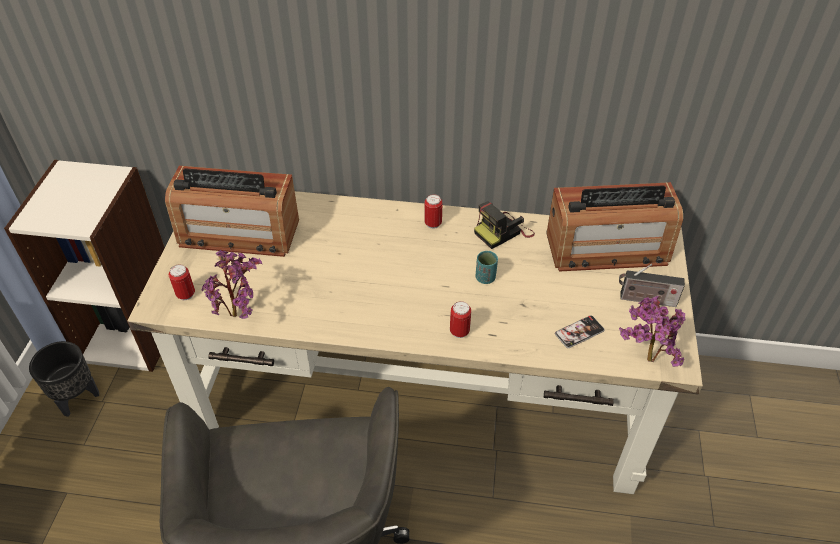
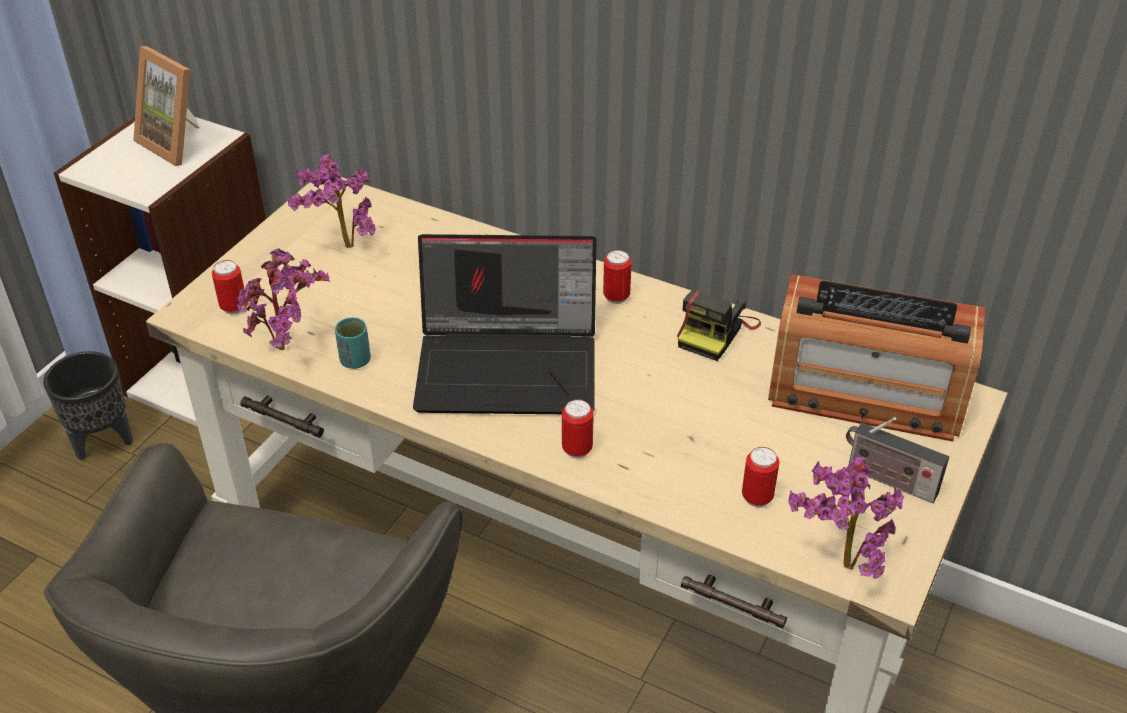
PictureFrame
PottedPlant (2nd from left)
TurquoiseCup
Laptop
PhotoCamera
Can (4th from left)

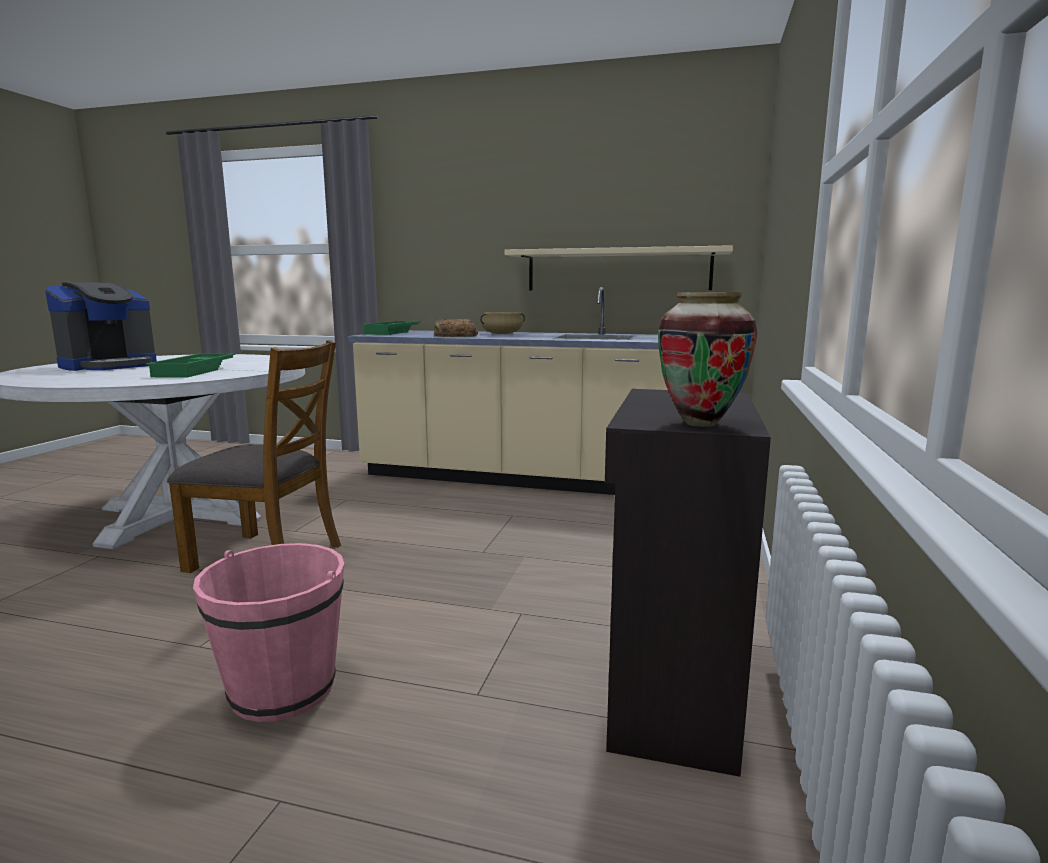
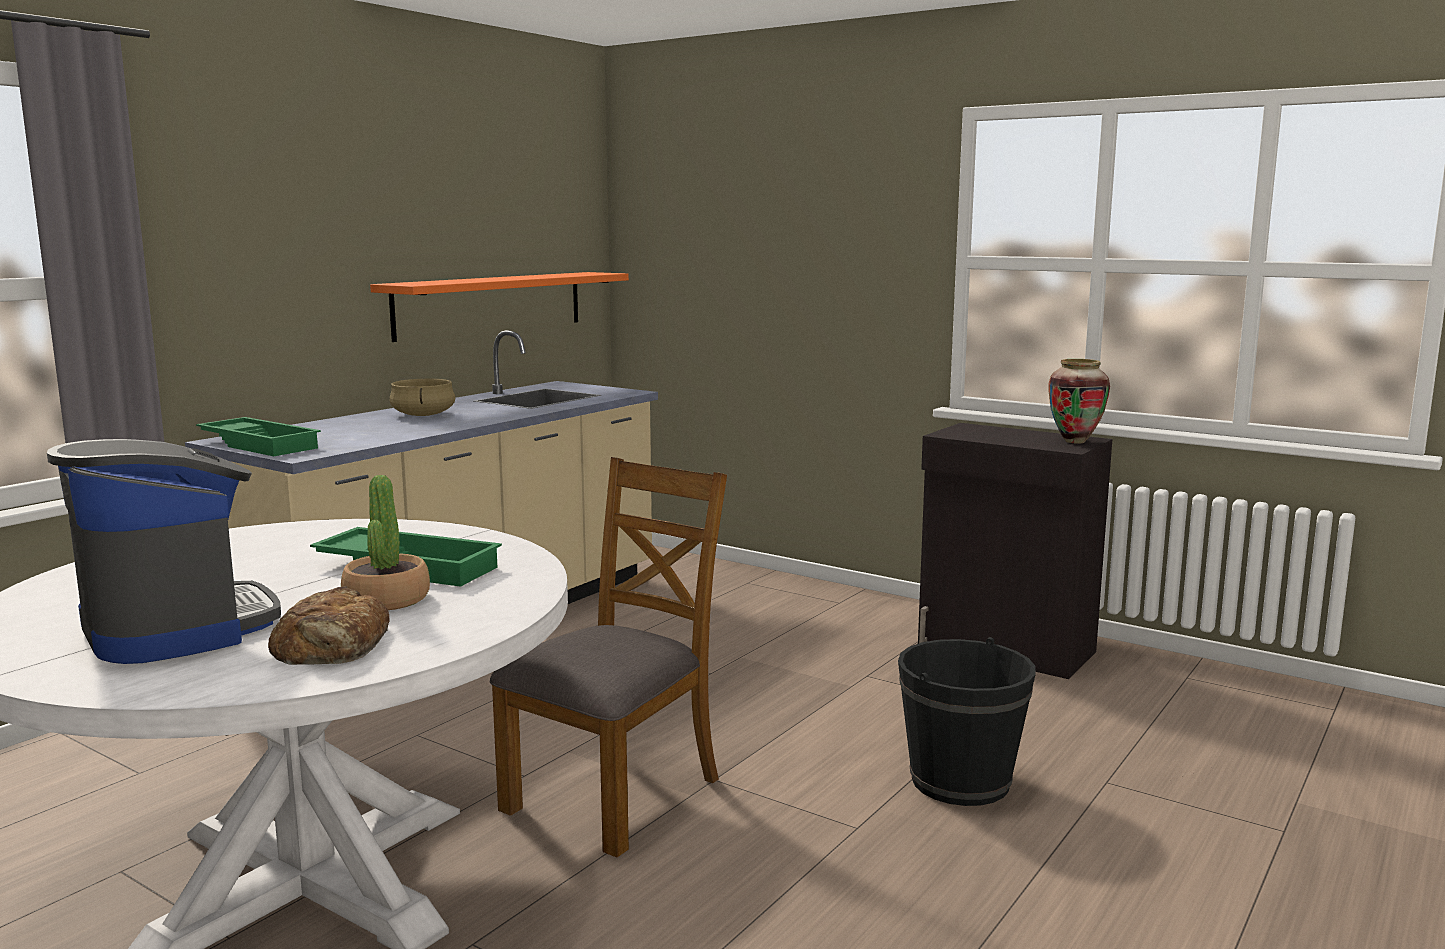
Bread
PottedPlant
OrangeShelf
BlackBucket

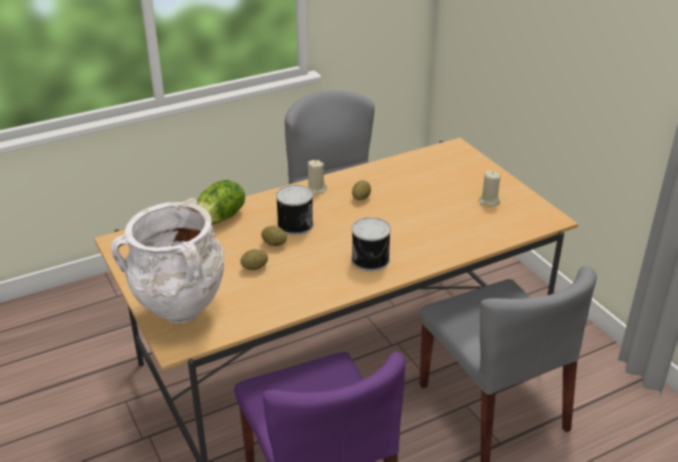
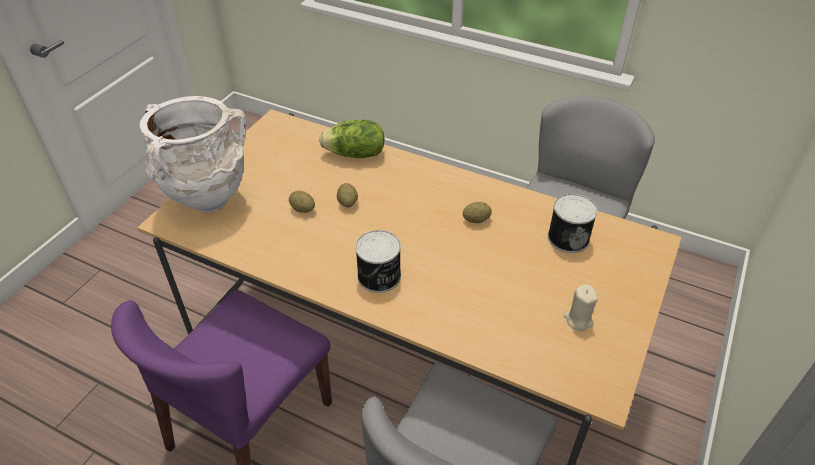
Can (2nd from left)
BeigeCandle (1st from left in the first image)

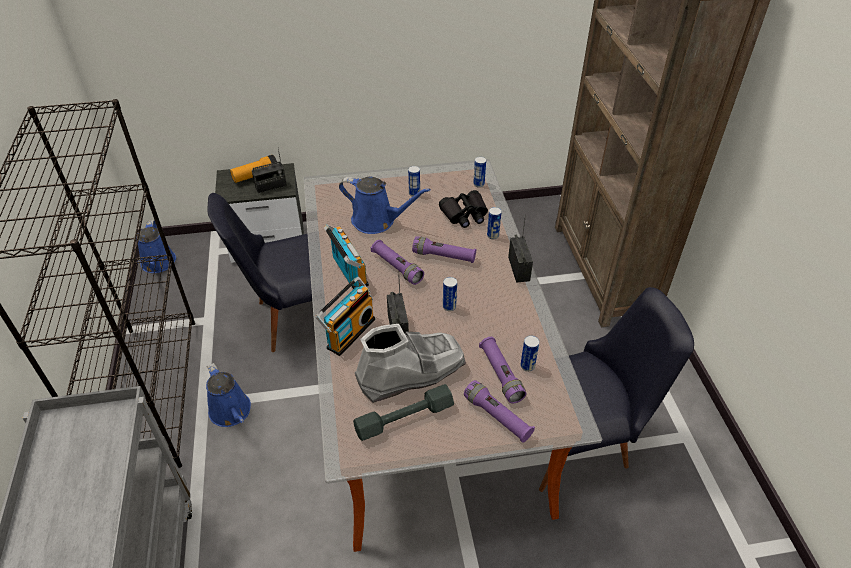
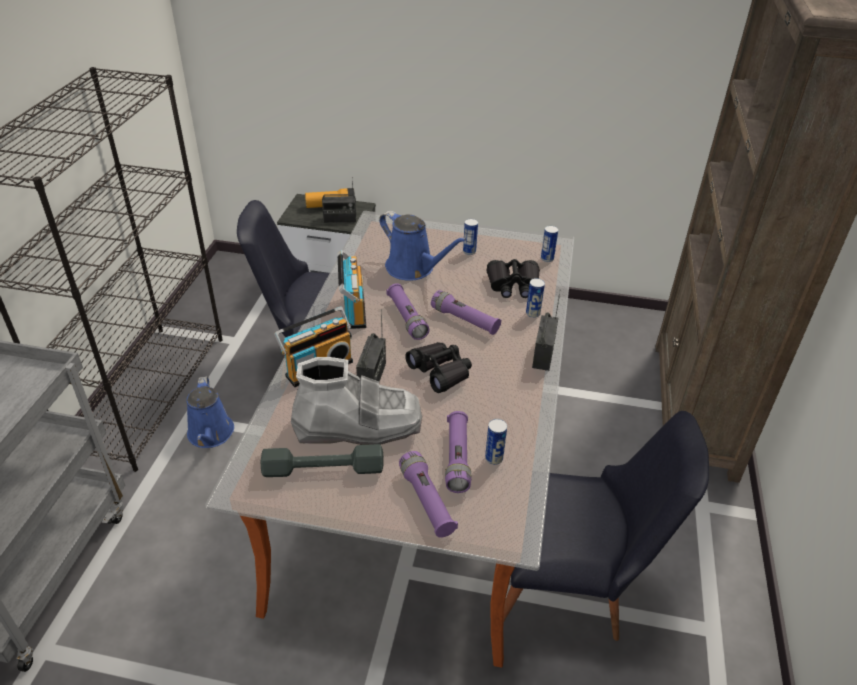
BlackBinoculars (1st from left)
BlueWateringCan (1st from left in the first image)

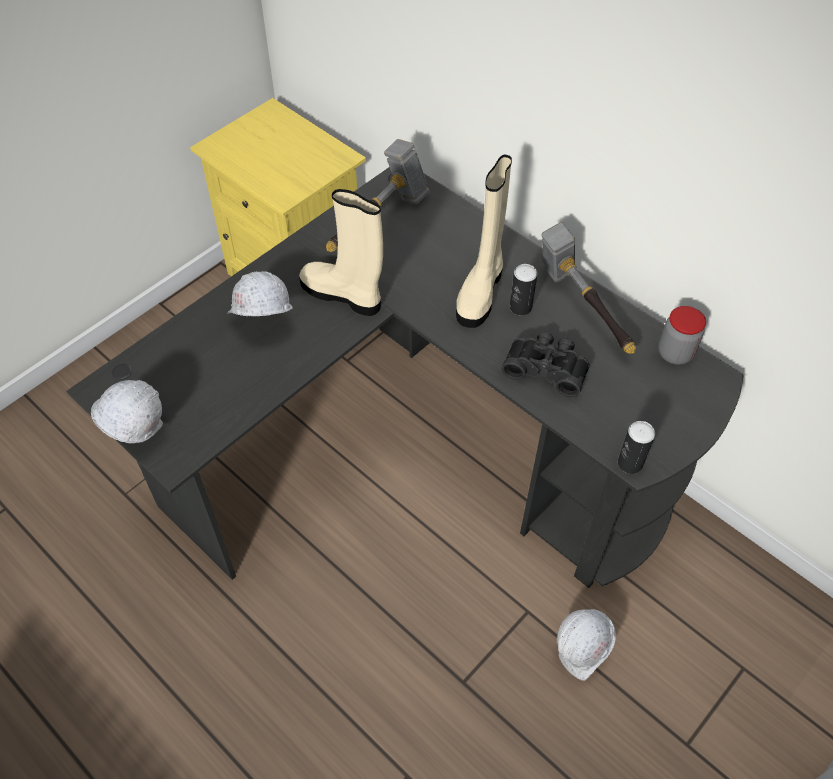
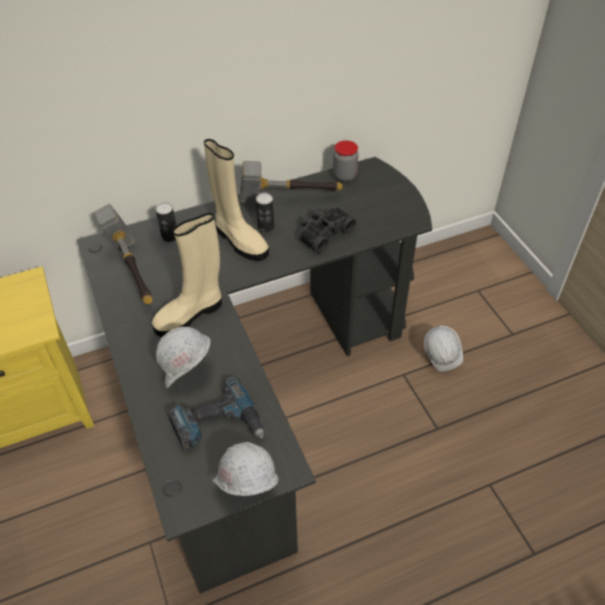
Can (1st from left)
PowerDrill

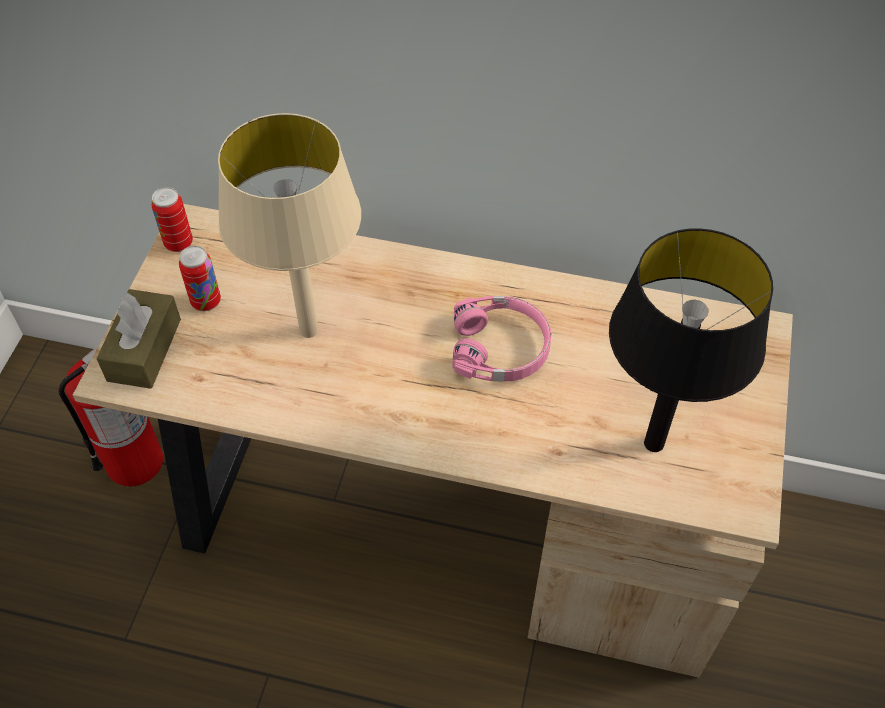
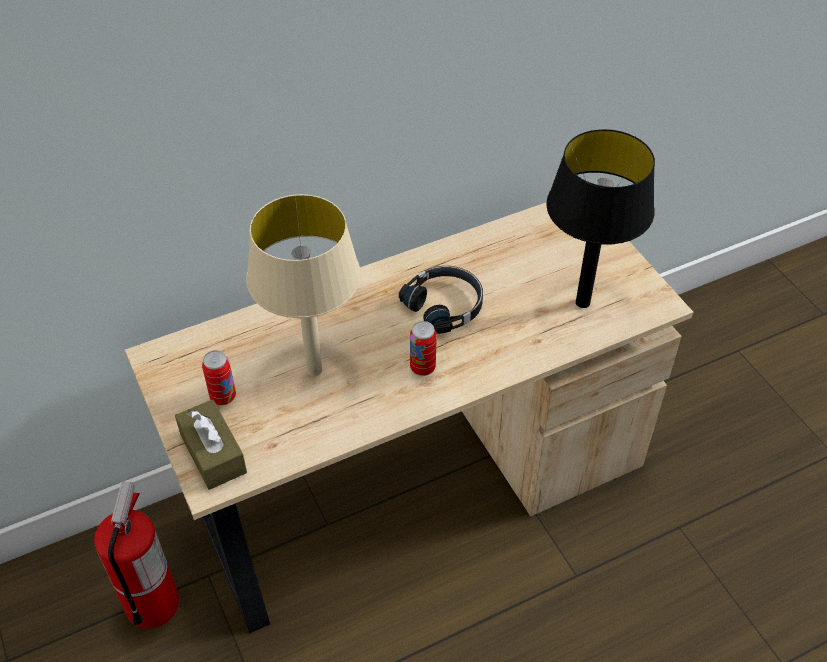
BlackHeadphones
Can (2nd from left)

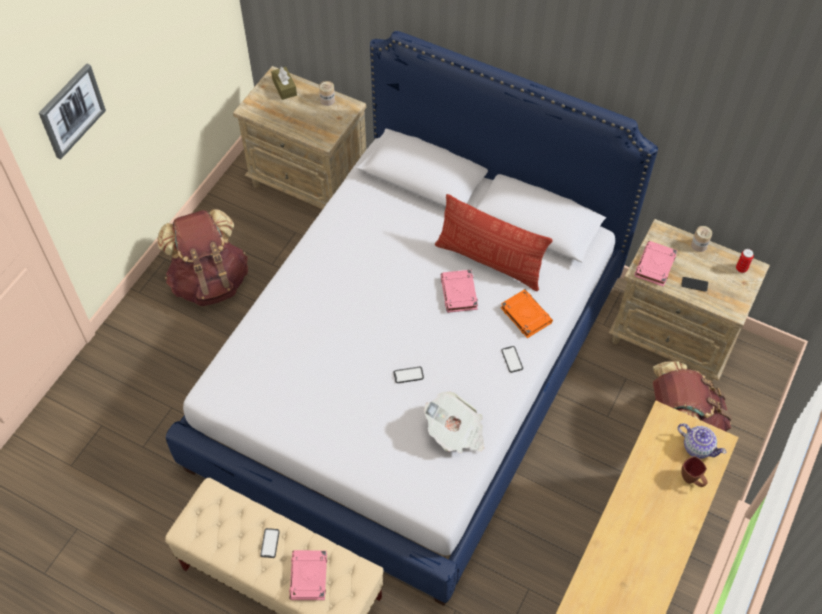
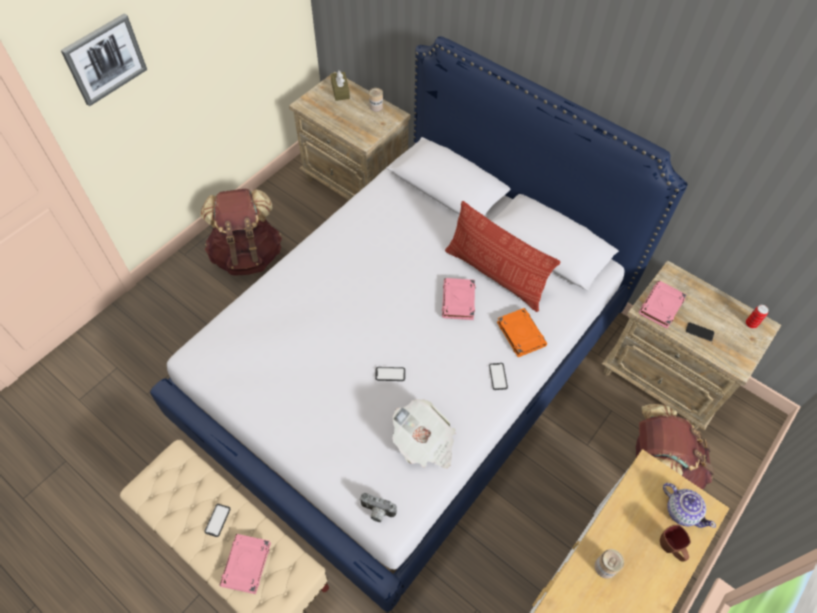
PhotoCamera
Can (2nd from left)

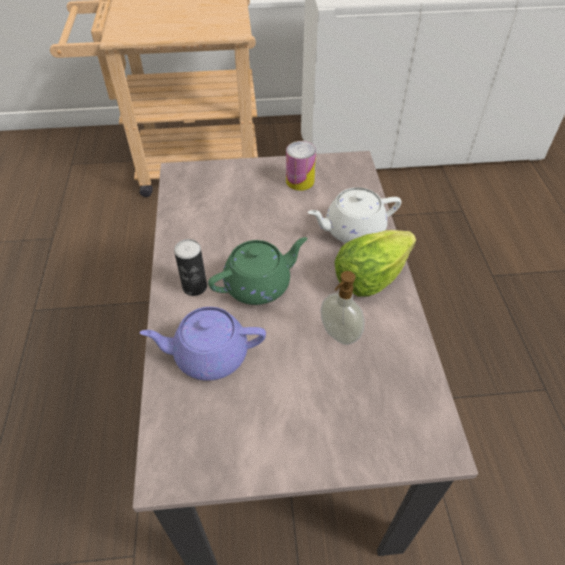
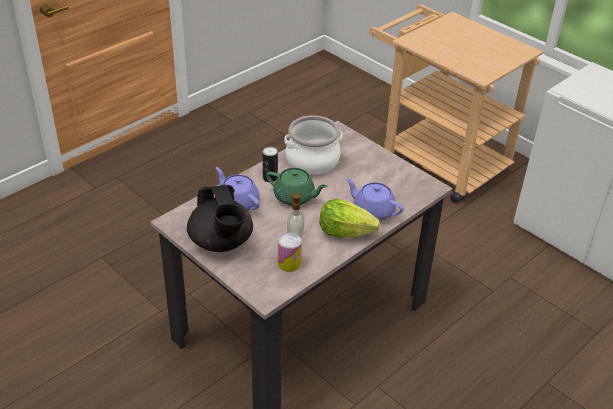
BlackTeapot
Can (2nd from left)
CookingPot
PurpleTeapot (2nd from left)

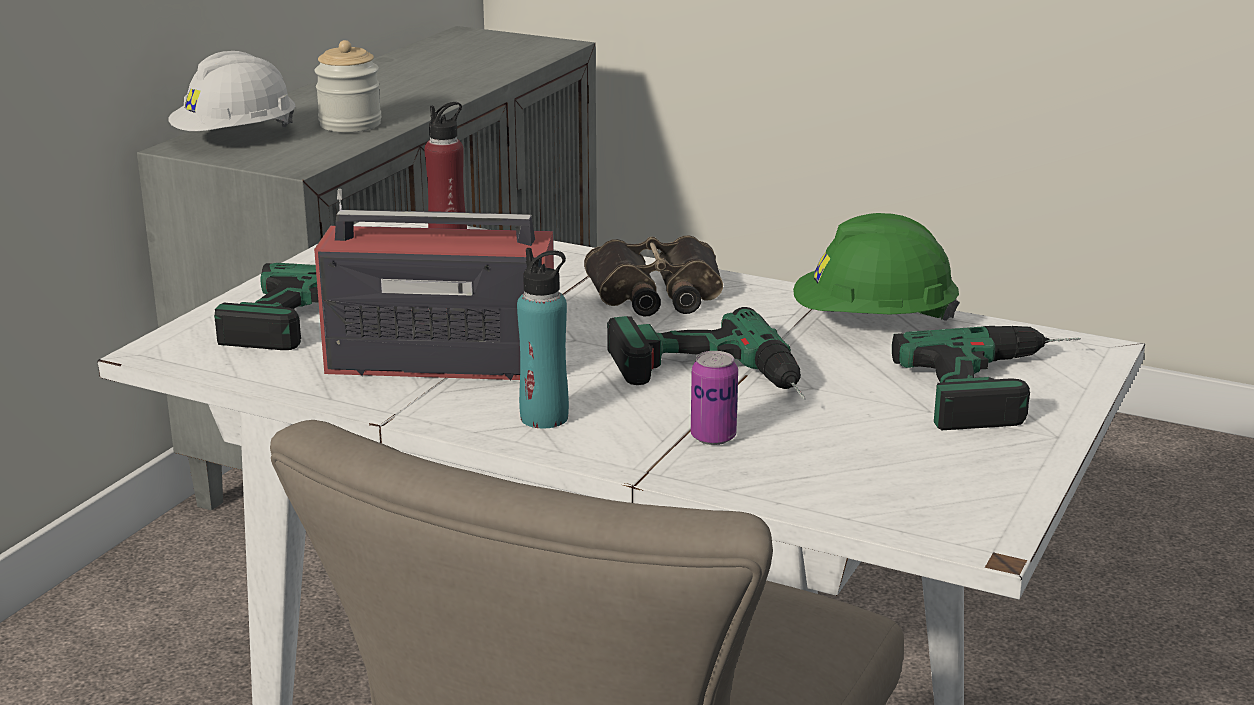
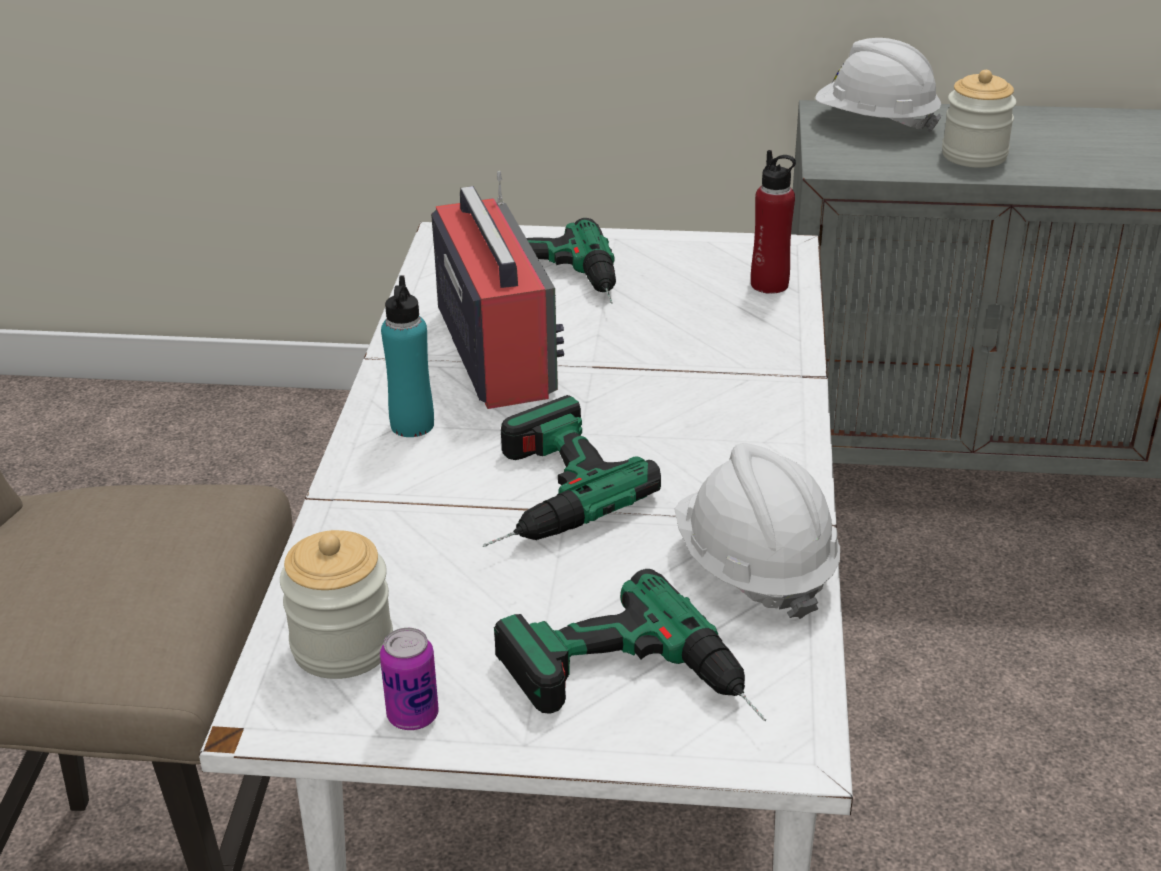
Jar (1st from left)
Can
WhiteHardHat (1st from left)
Binoculars

